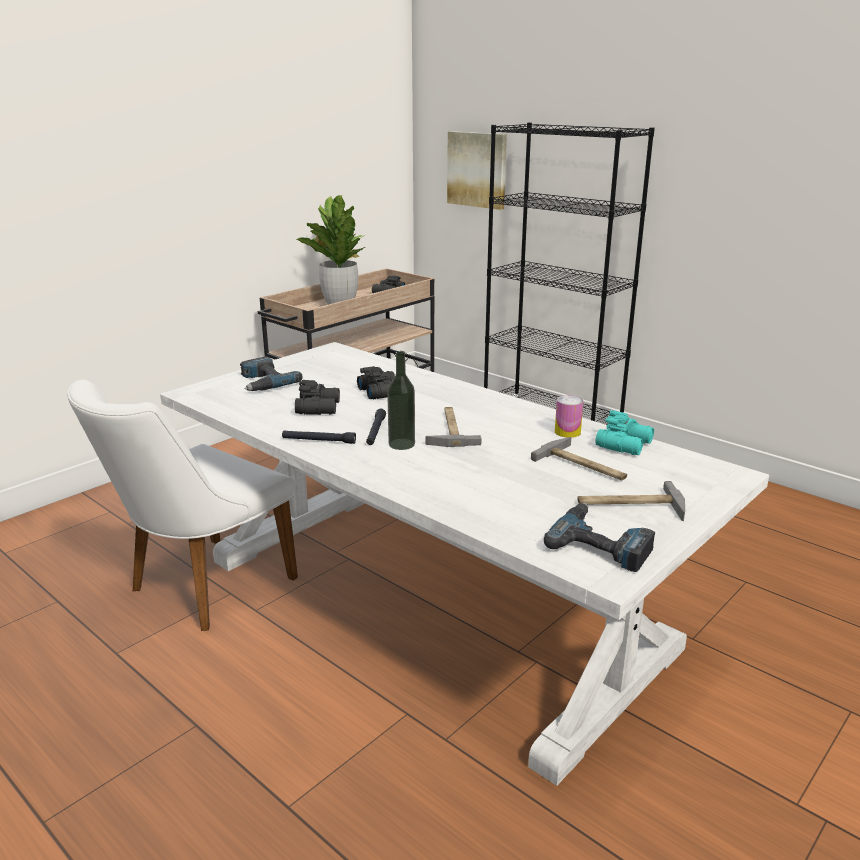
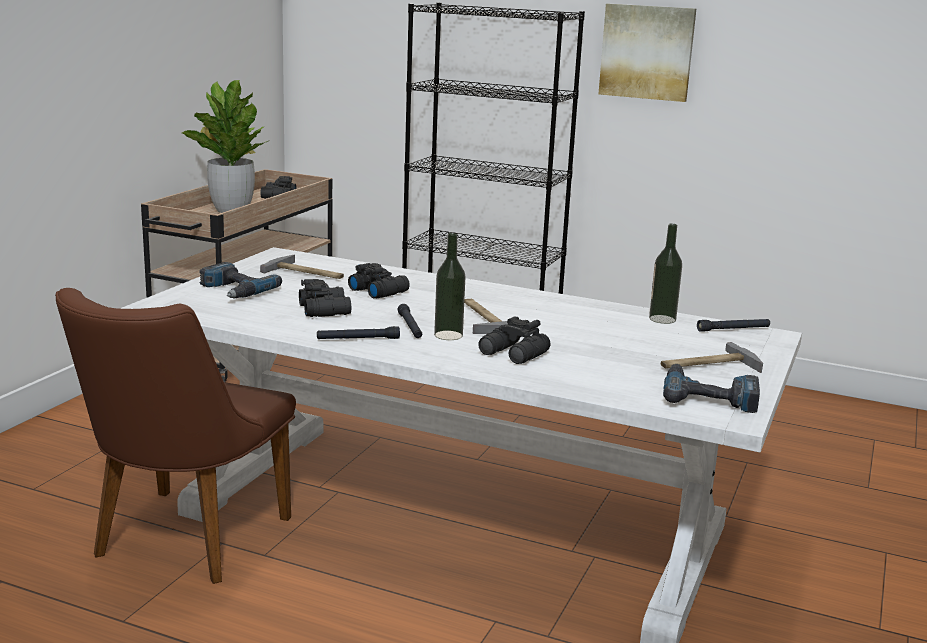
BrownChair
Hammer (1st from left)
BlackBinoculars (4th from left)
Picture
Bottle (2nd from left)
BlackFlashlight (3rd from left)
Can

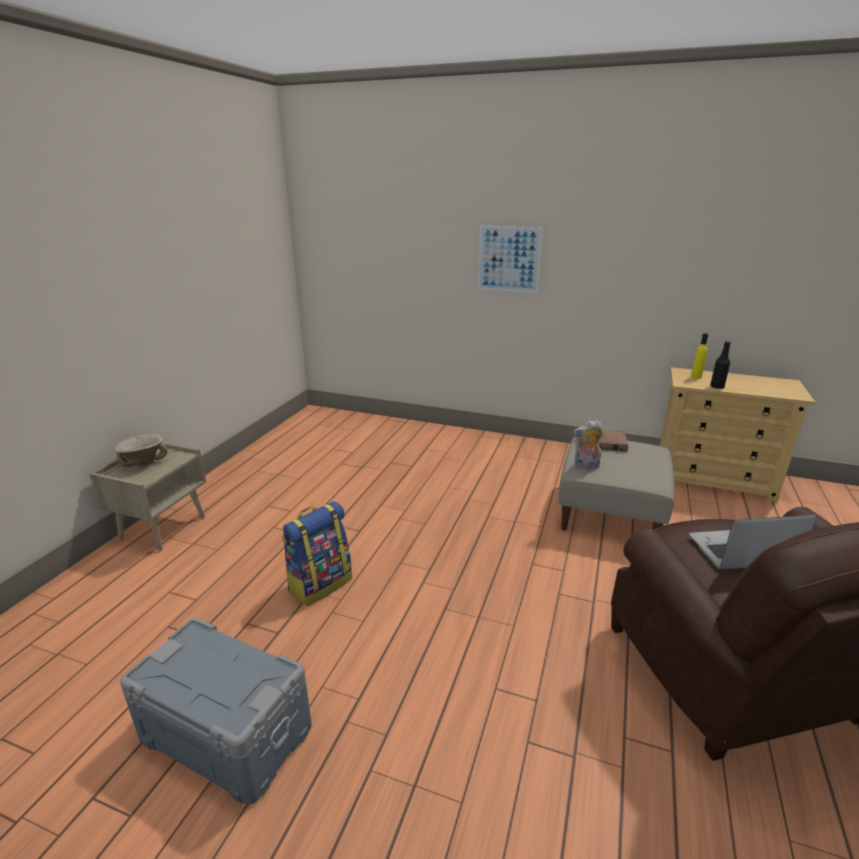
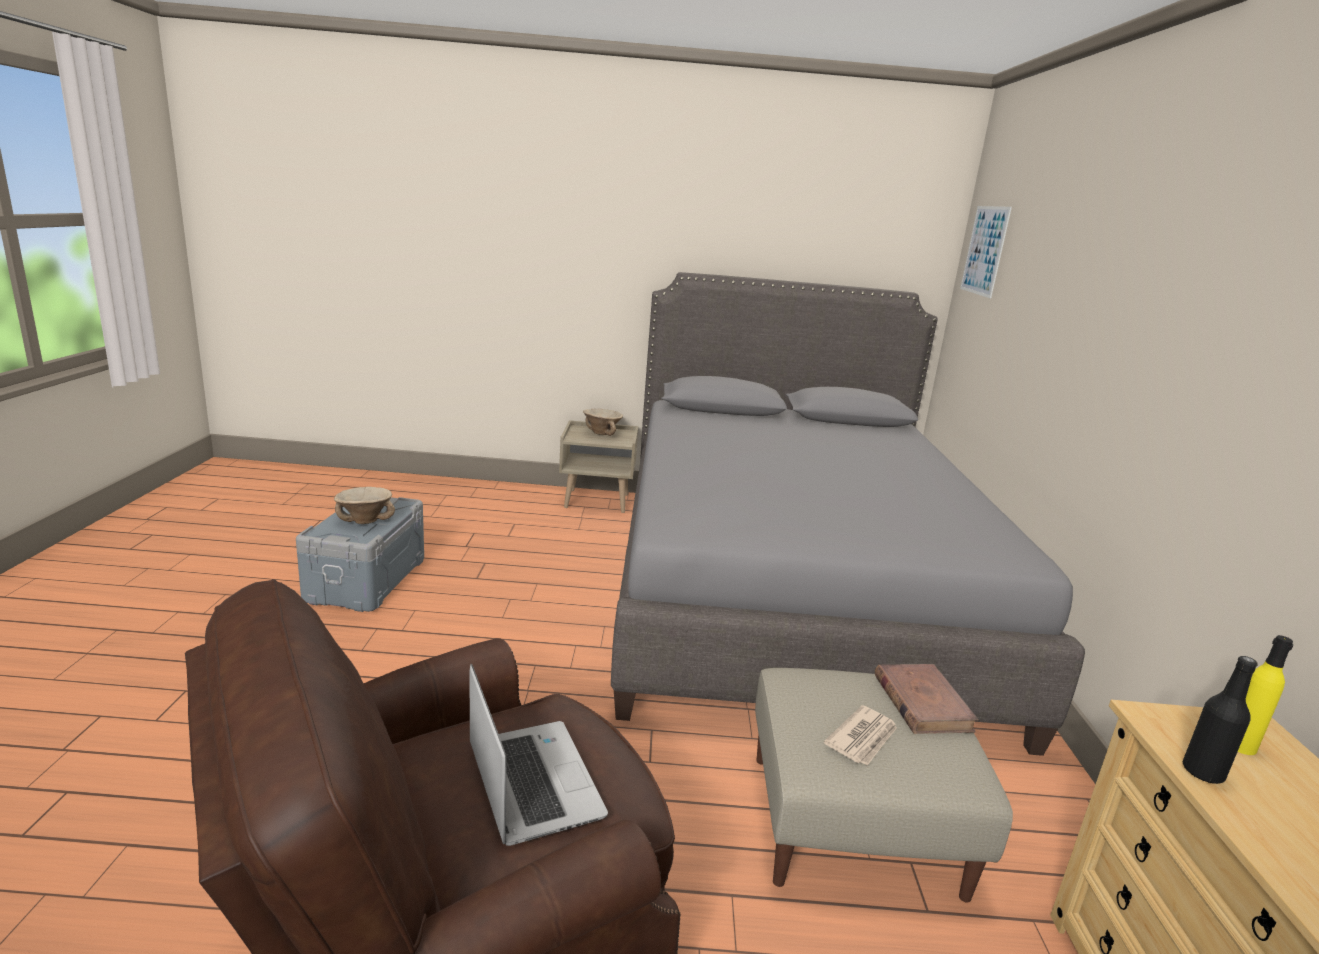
BeigeBowl (1st from left)
GreyBed
Newspaper
Picture
Backpack
PlushToy

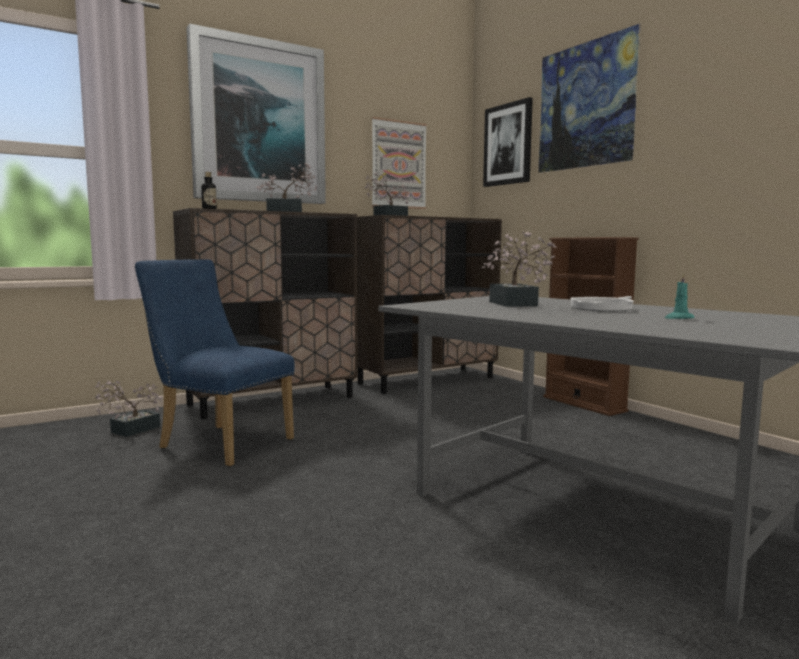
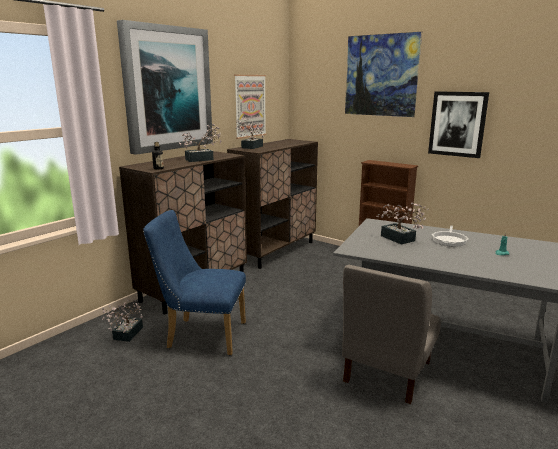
GreyChair
Picture (4th from left)

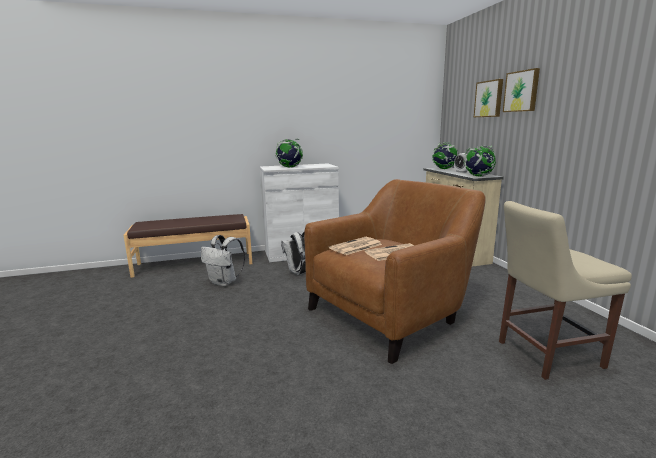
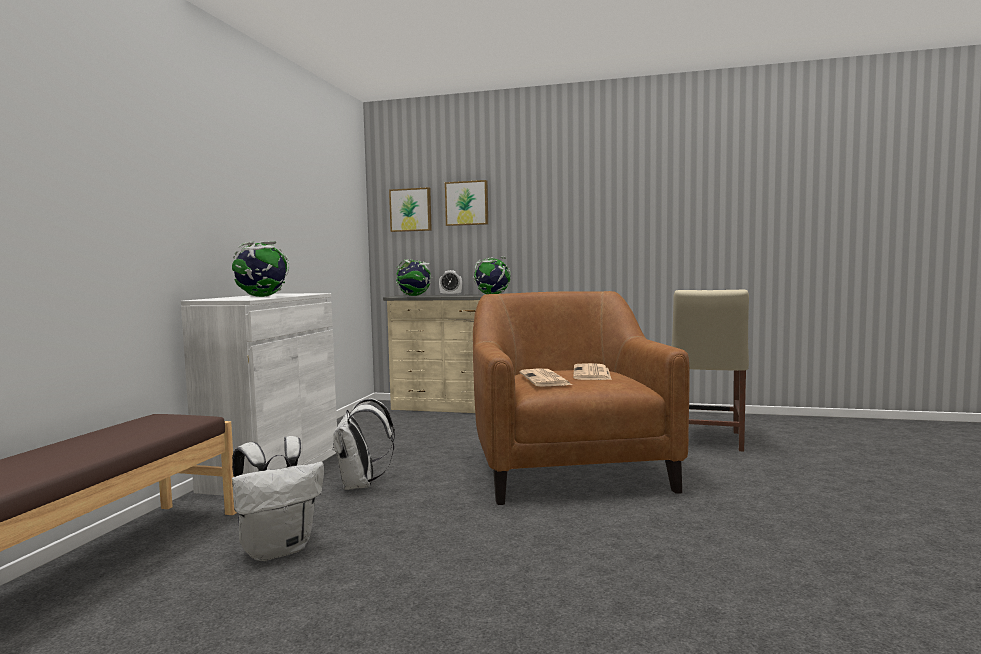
Picture (1st from left)

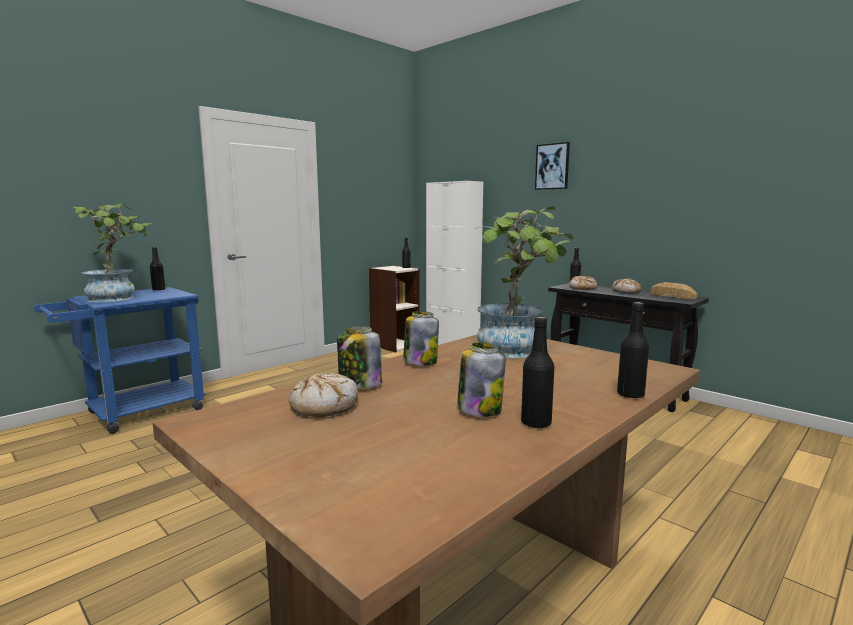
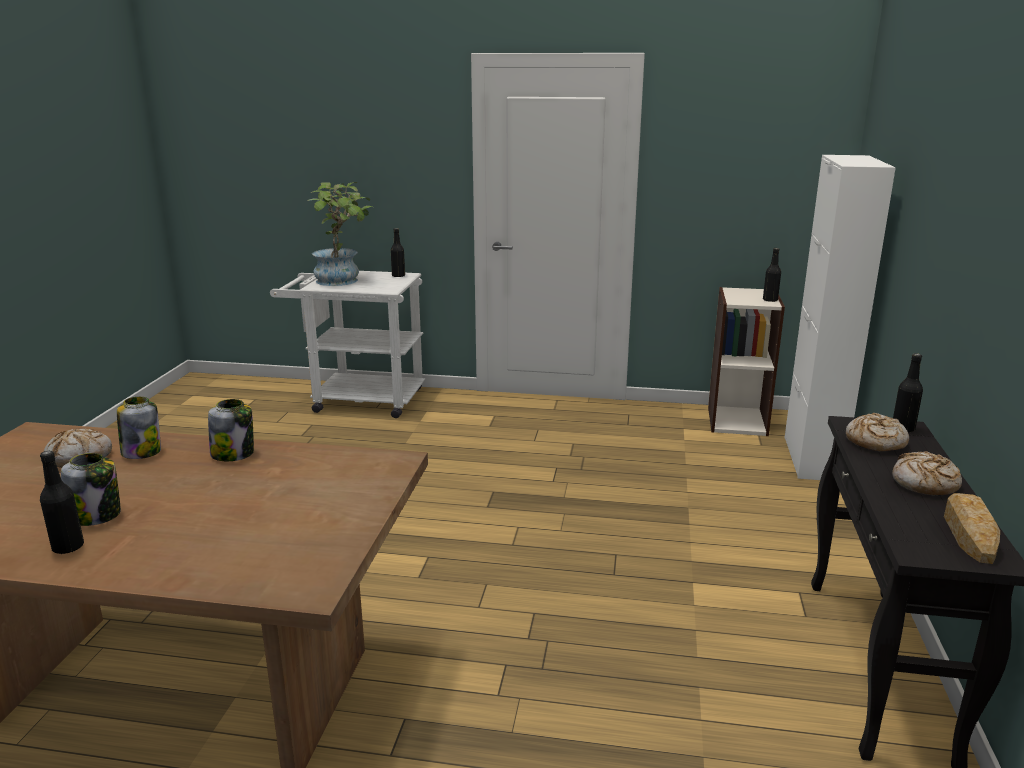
WhiteCart
PottedPlant (2nd from left in the first image)
Picture
BlackBottle (5th from left in the first image)

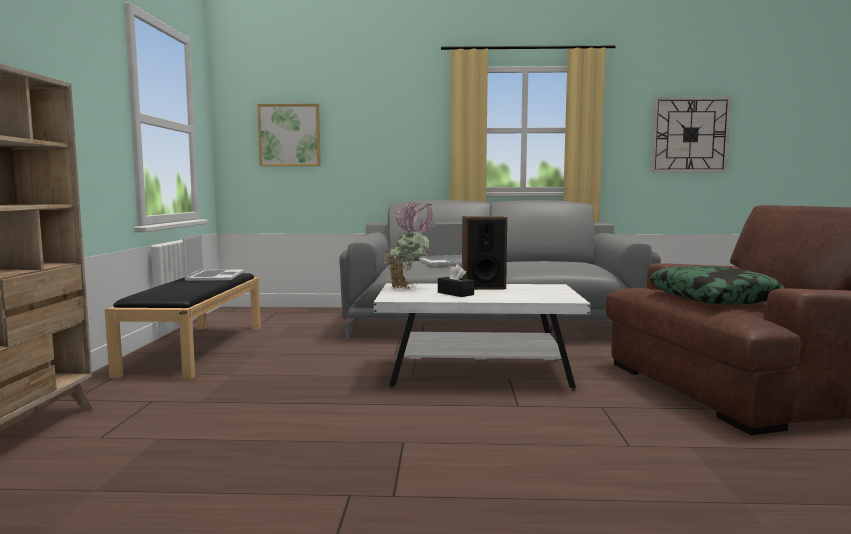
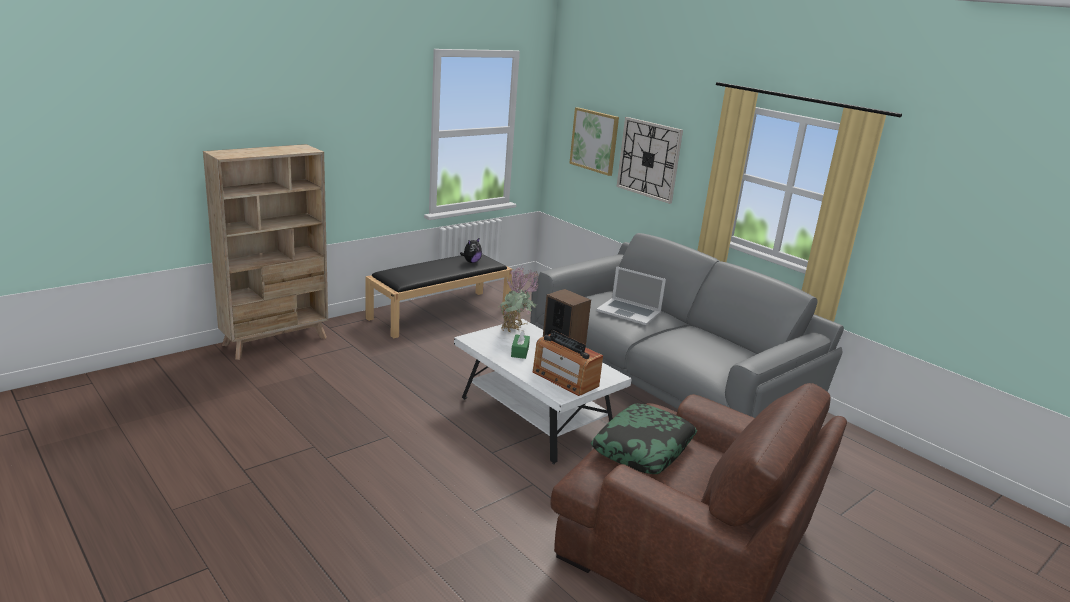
PlushToy
GreenTissueBox
Radio
WallClock

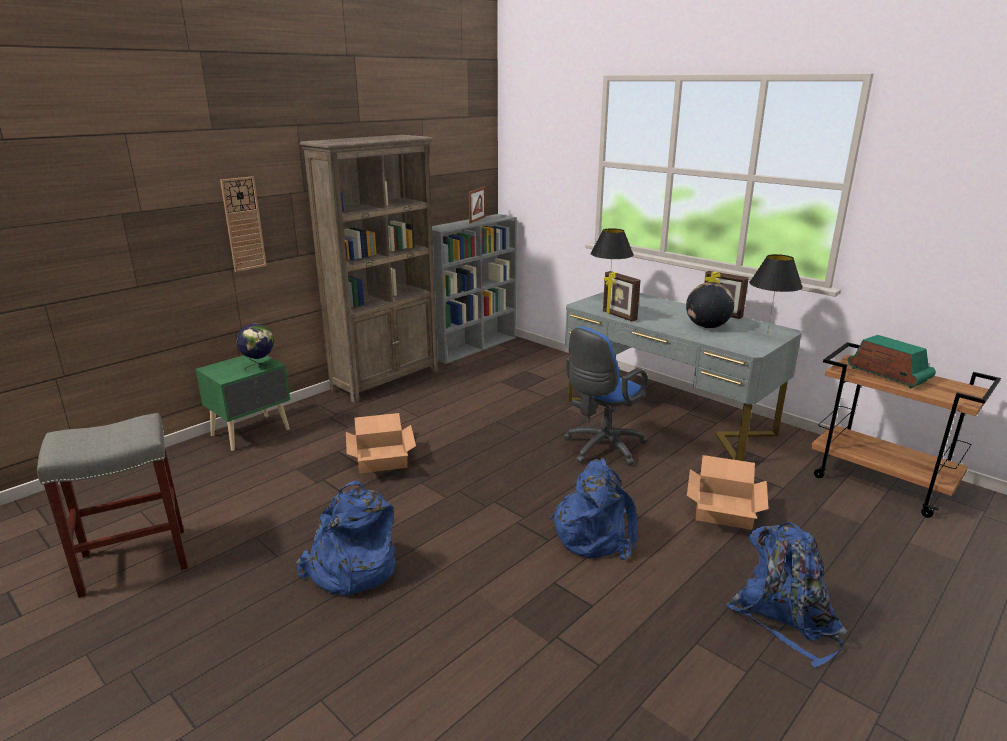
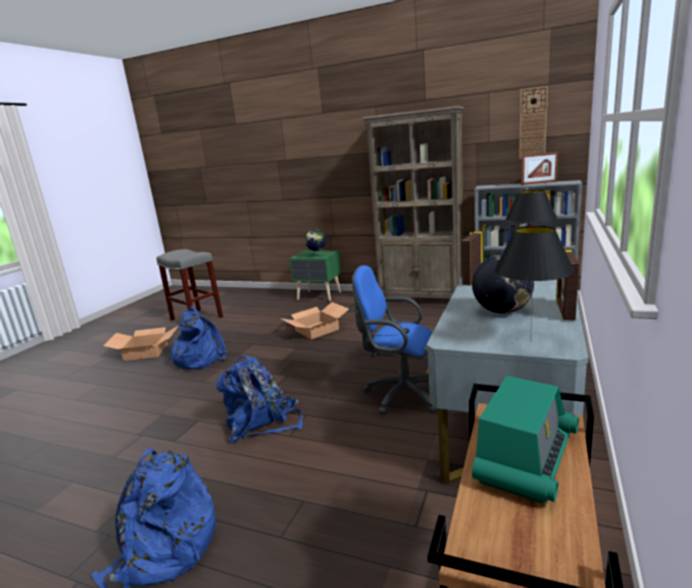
CardboardBox (1st from left)
WallClock

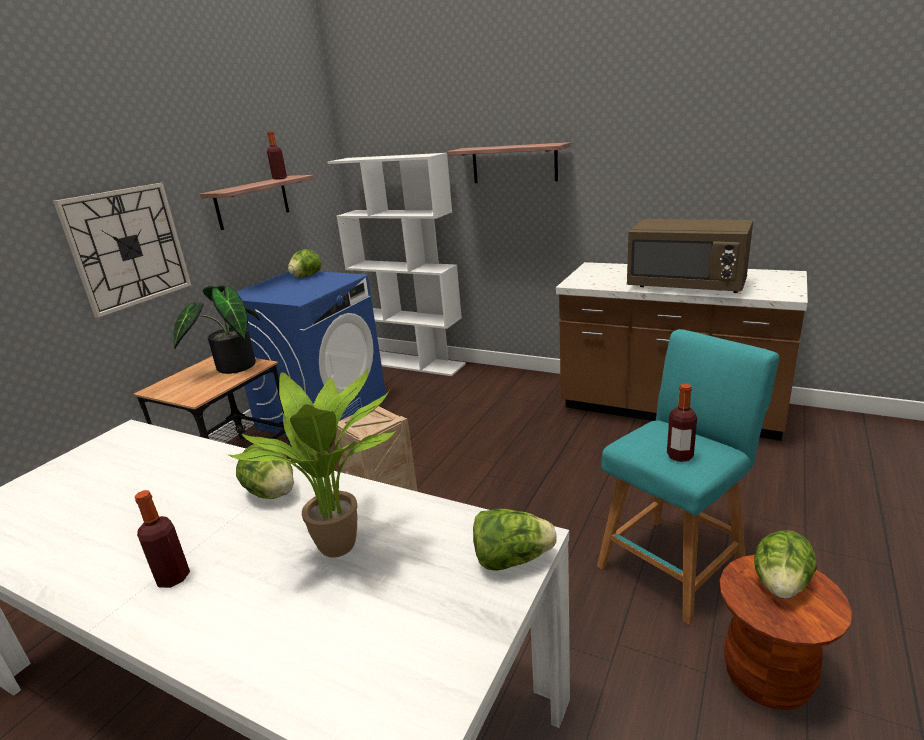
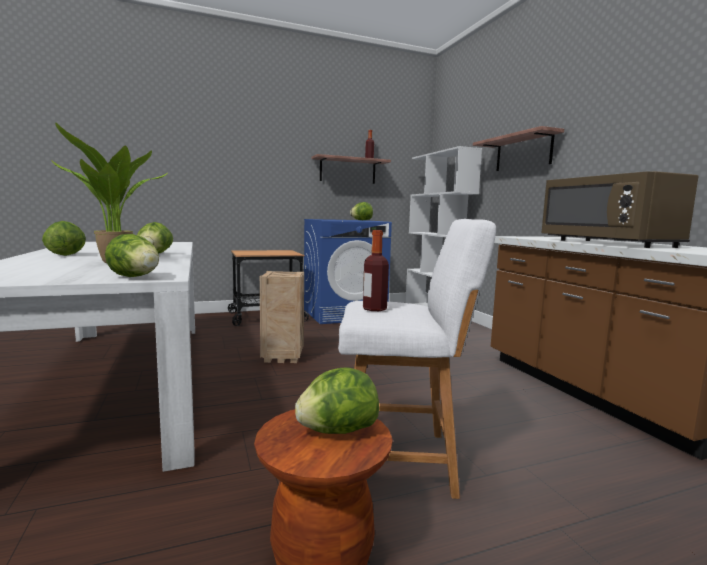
Lettuce (1st from left)
WhiteStool
WallClock
PottedPlant (1st from left in the first image)

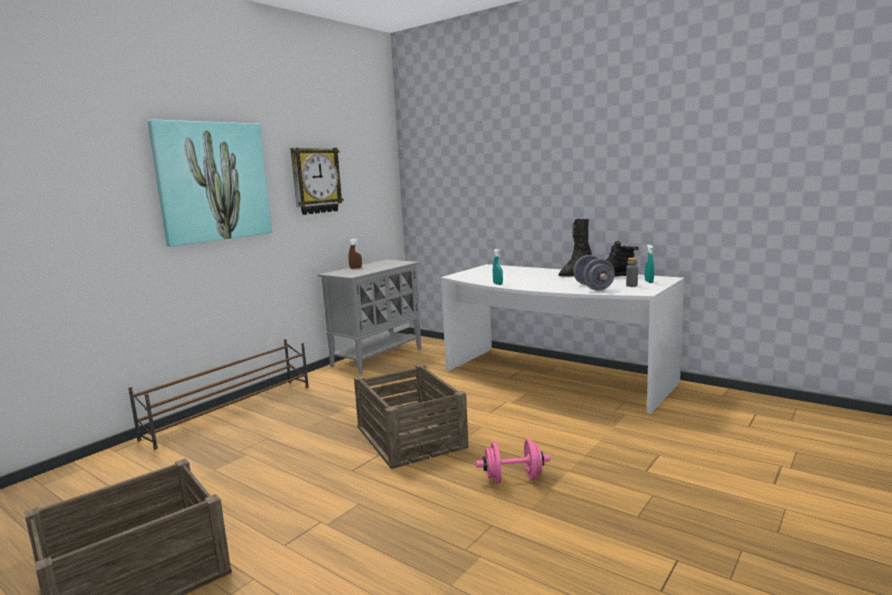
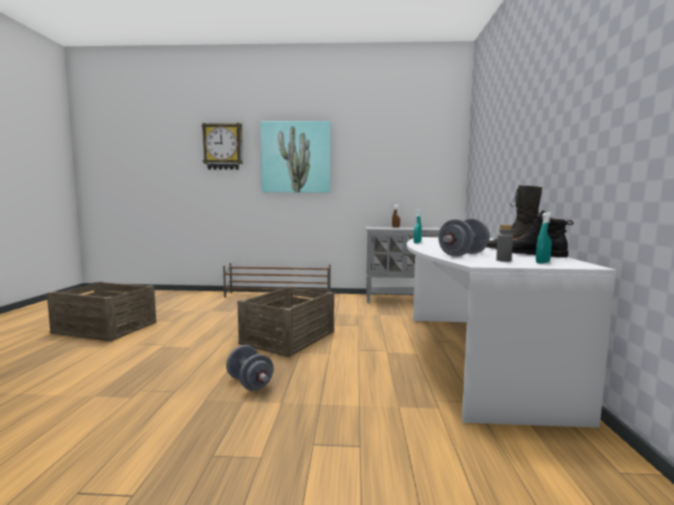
WallClock
GreyDumbbell (1st from left)

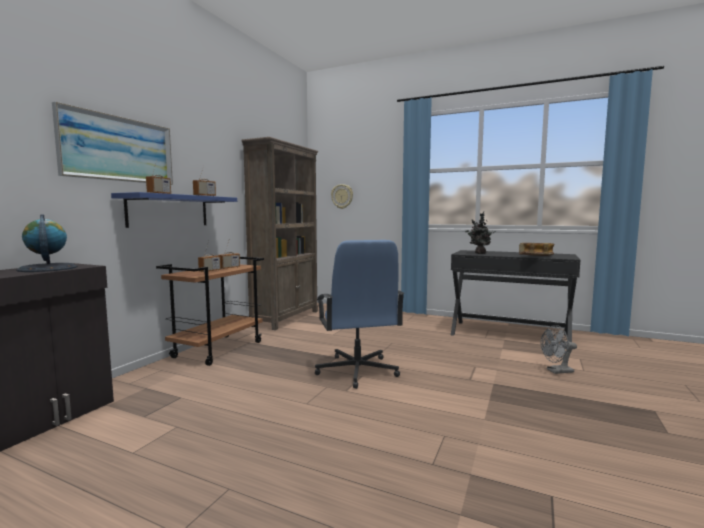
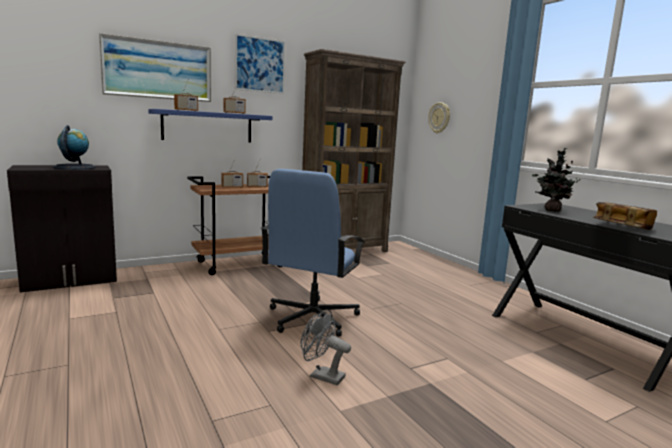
Picture (2nd from left)
GreyFan

